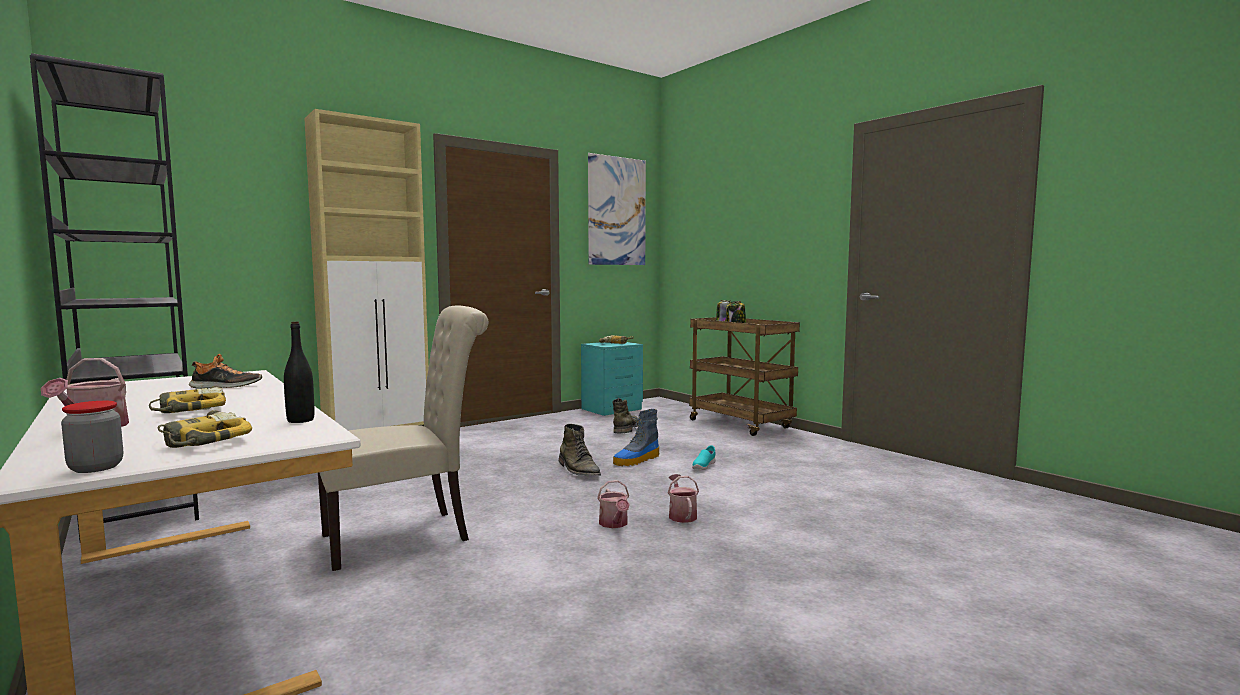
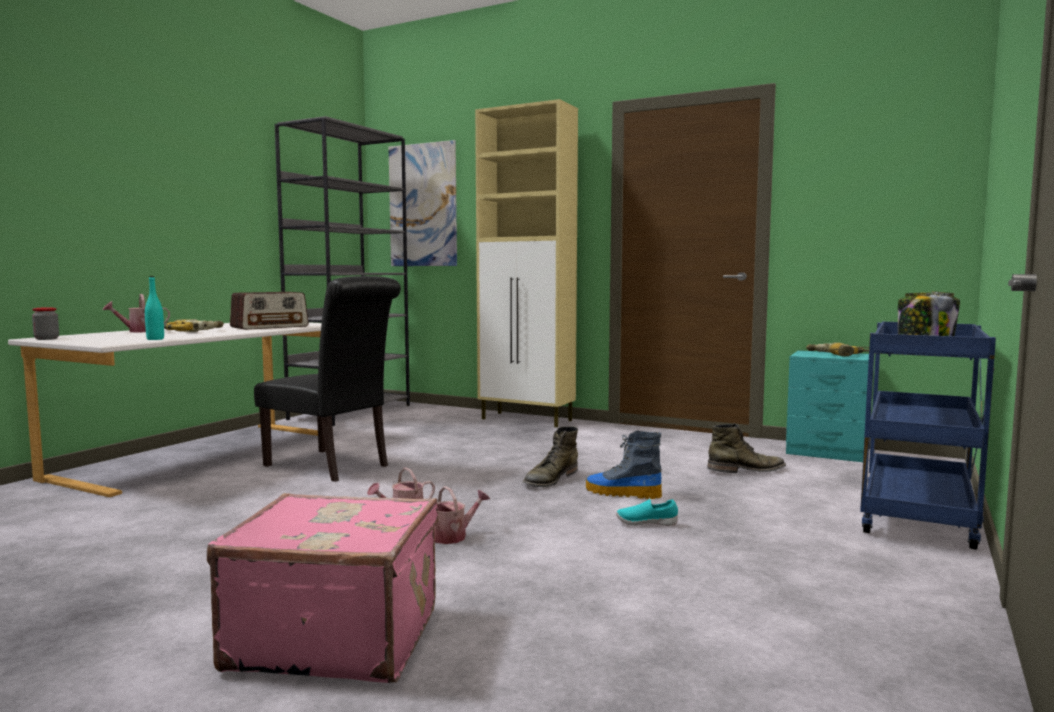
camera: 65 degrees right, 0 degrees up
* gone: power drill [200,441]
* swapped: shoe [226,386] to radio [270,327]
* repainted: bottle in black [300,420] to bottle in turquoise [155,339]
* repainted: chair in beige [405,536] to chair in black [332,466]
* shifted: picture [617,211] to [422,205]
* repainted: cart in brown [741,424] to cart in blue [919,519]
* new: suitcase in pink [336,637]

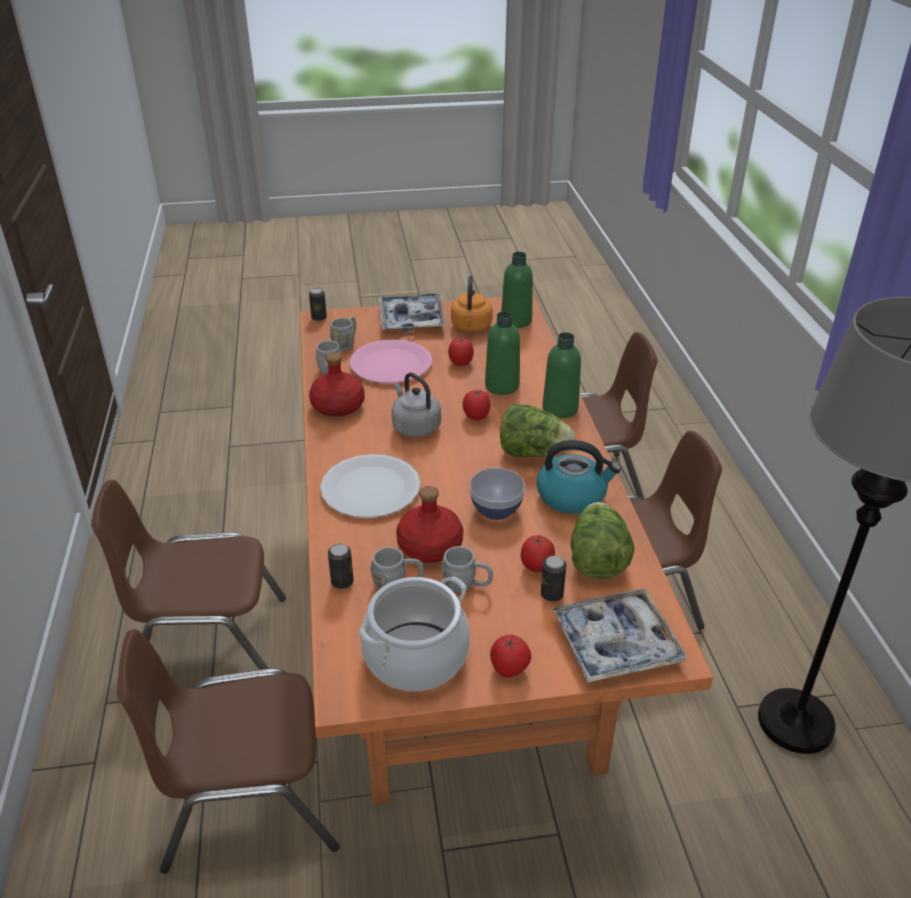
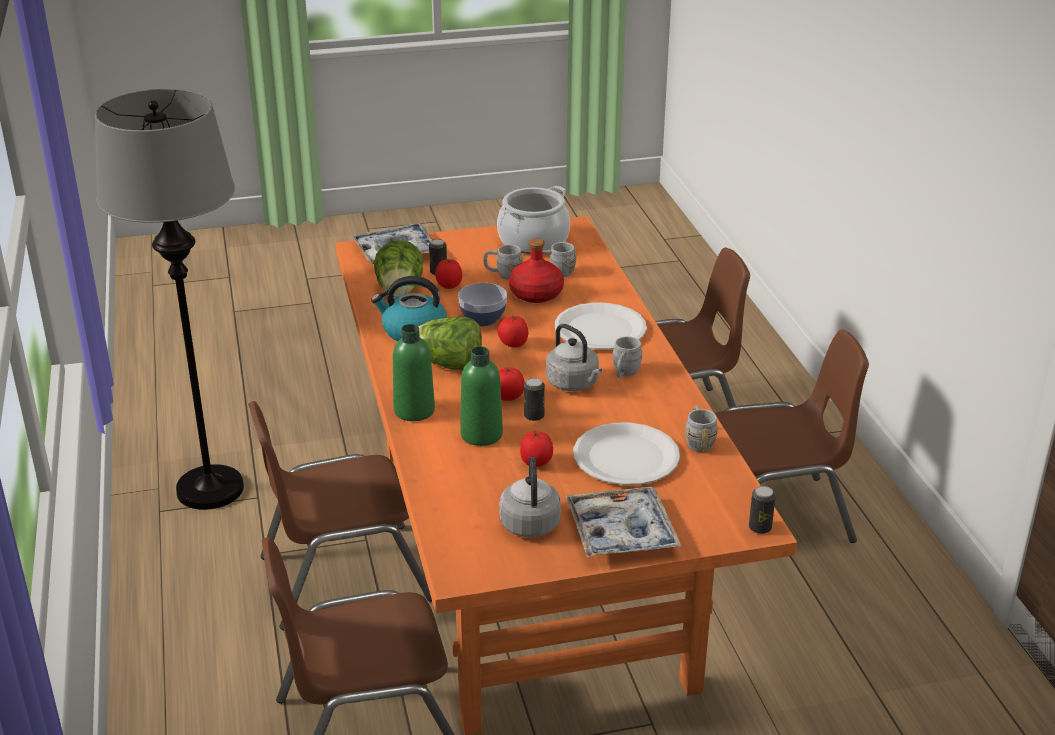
camera: 175 degrees right, 5 degrees down
* gone: bottle in red [338,406]
* shifted: can [342,582] to [534,416]
* shifted: mug in grey [346,343] to [624,373]
* repainted: plate in pink [391,364] to plate in white [625,457]
* repainted: kettle in orange [471,327] to kettle in grey [530,522]
* shifted: tomato [509,669] to [513,344]
* gone: bottle in green [516,321]

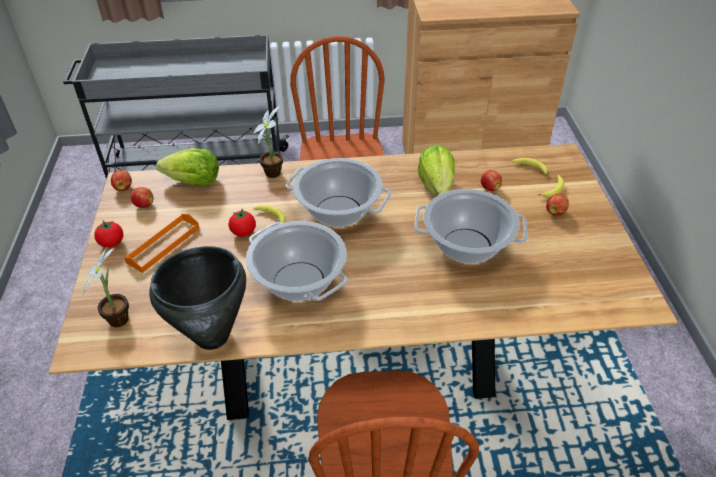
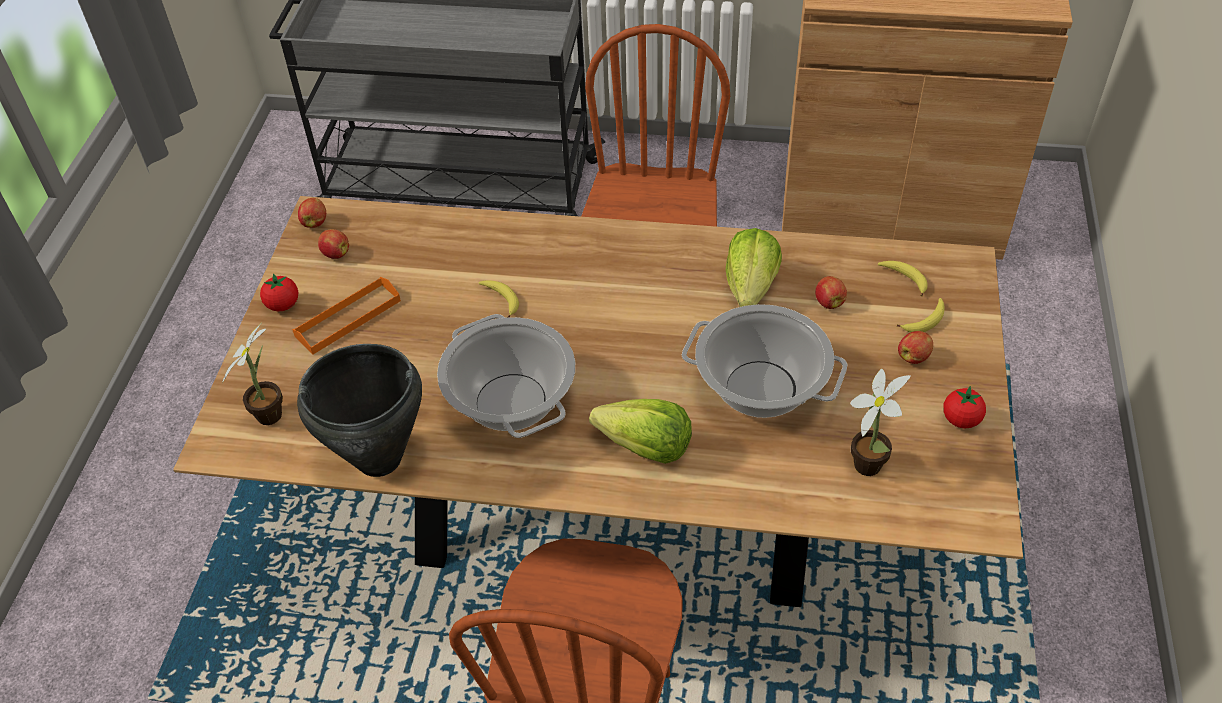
camera: 15 degrees right, 5 degrees up
* shifted: lettuce [193,182] to [645,447]
* shifted: tomato [243,232] to [961,420]
* shifted: potted plant [273,171] to [868,461]
* gone: cooking pot [339,211]

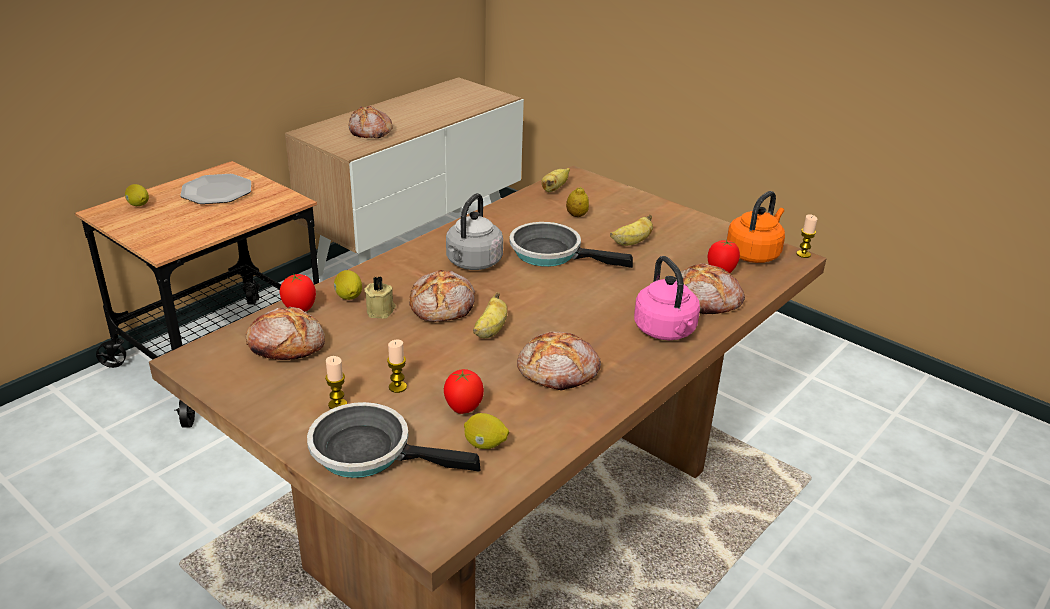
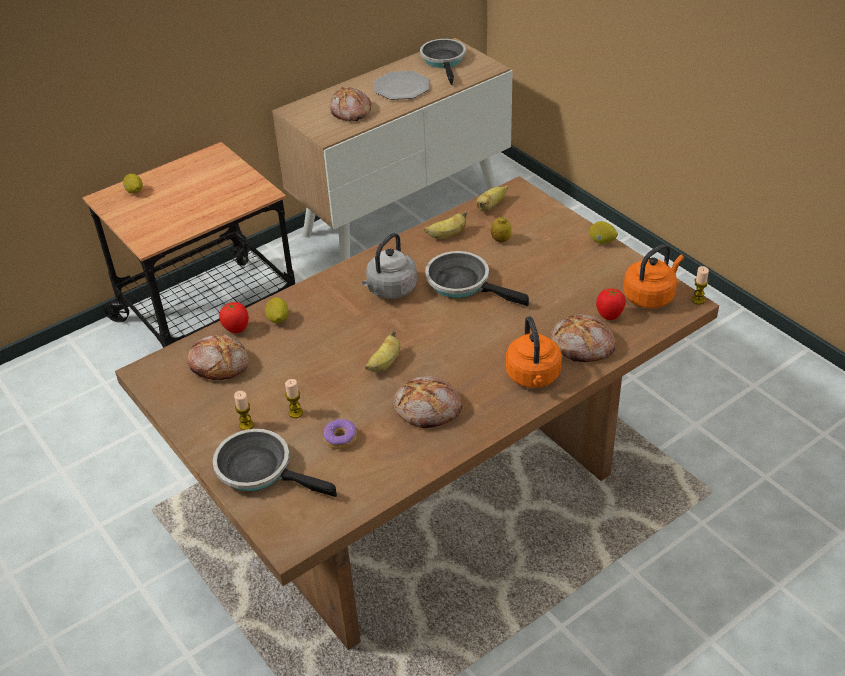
camera: 15 degrees right, 10 degrees up
* shifted: plate [216,191] to [401,87]
* gone: candle in beige [381,311]
* gone: bread [444,306]
* swapped: tomato [463,409] to donut [340,438]
* shifted: lemon [485,445] to [602,241]
* shifted: banana [631,242] to [447,235]
* repainted: kettle in pink [666,331] to kettle in orange [533,377]
* new: frying pan [444,61]

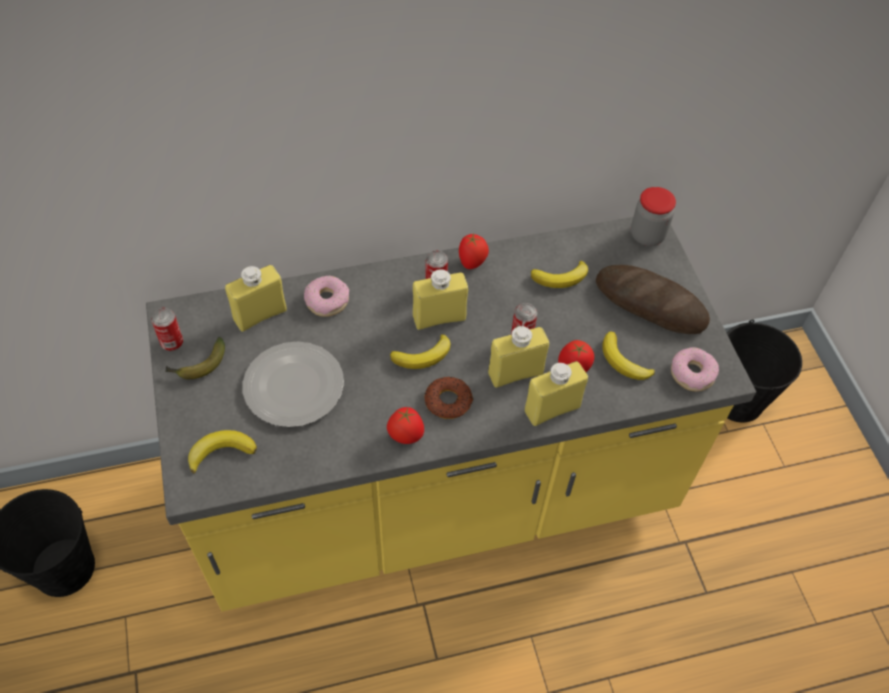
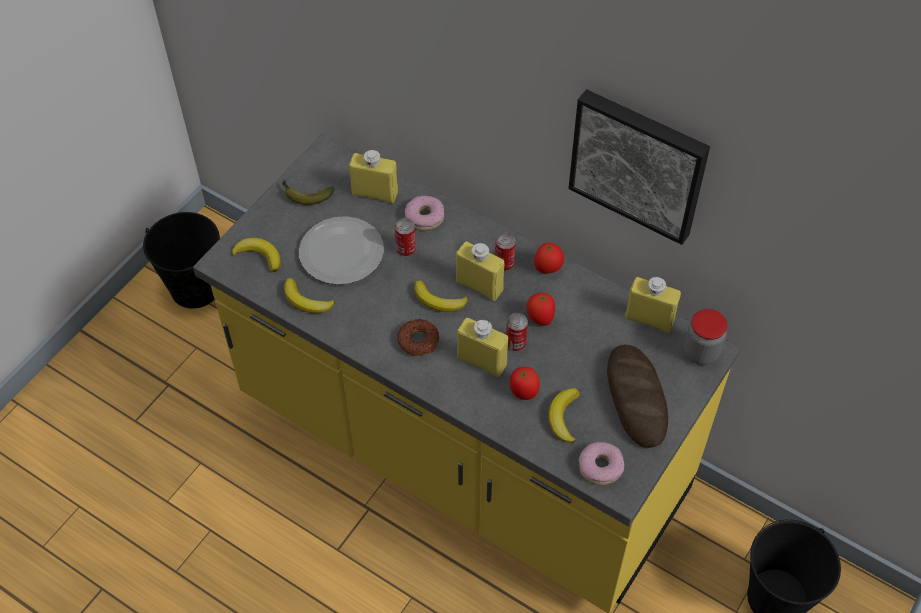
camera: 50 degrees right, 0 degrees up
* shifted: can [172,343] to [406,249]
* shifted: tomato [405,436] to [540,318]
* shifted: bottle in yellow [552,409] to [649,319]
* shifted: banana [561,278] to [306,300]
* new: picture [639,163]

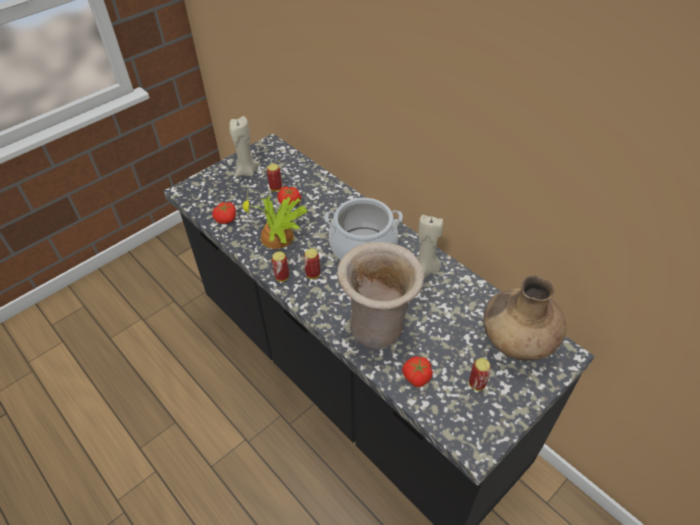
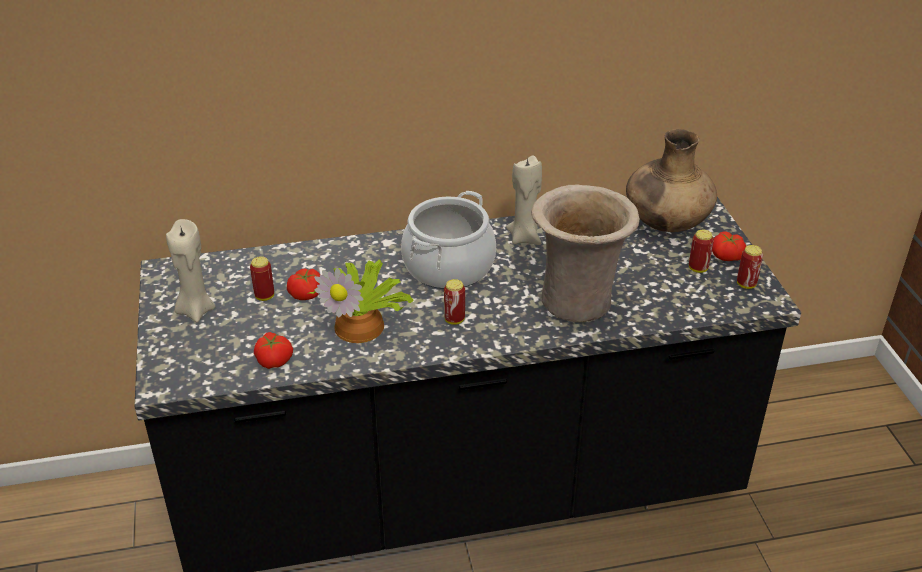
camera: 60 degrees left, 10 degrees down
* shifted: can [282,277] to [746,284]
* shifted: tomato [416,376] to [726,256]

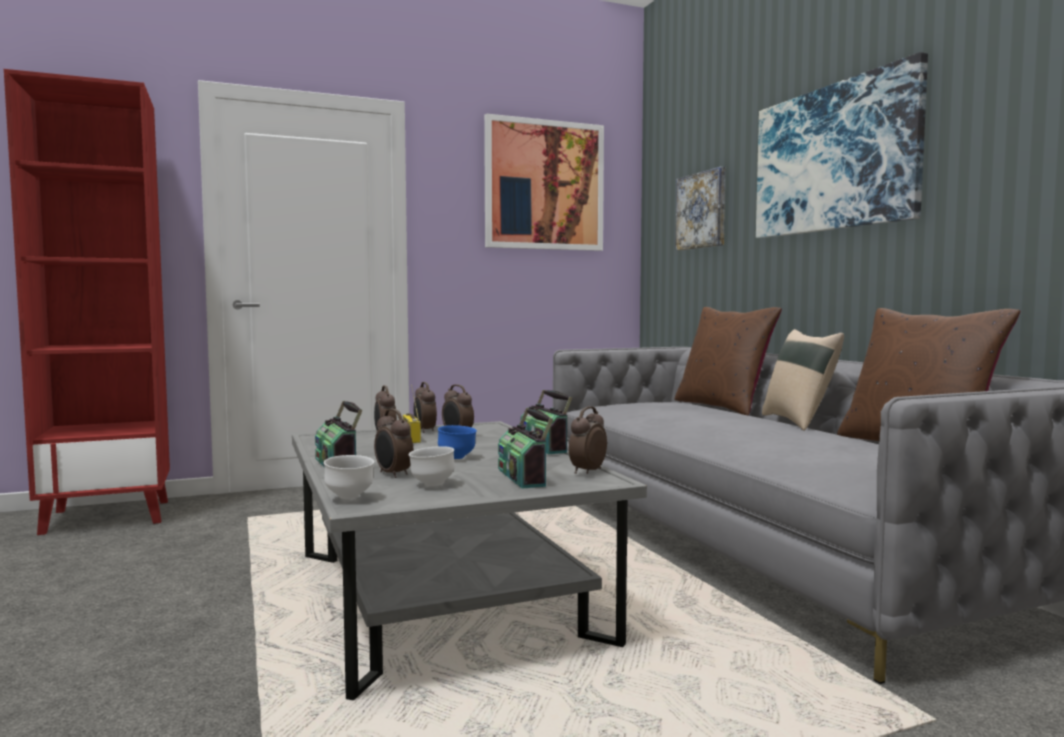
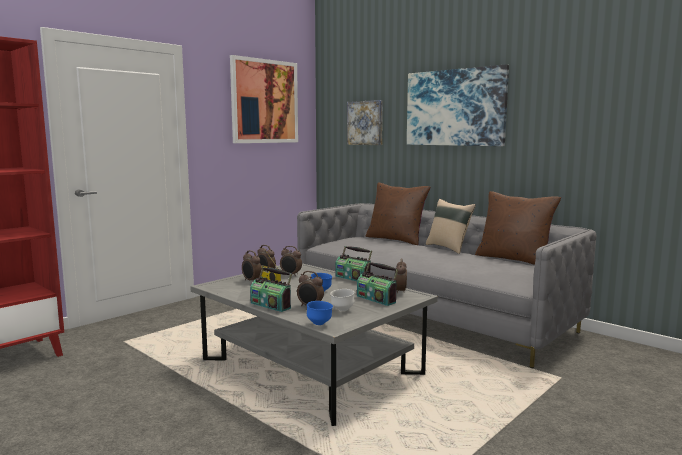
camera: 25 degrees left, 5 degrees up
* repainted: bowl in white [349,497] to bowl in blue [319,324]

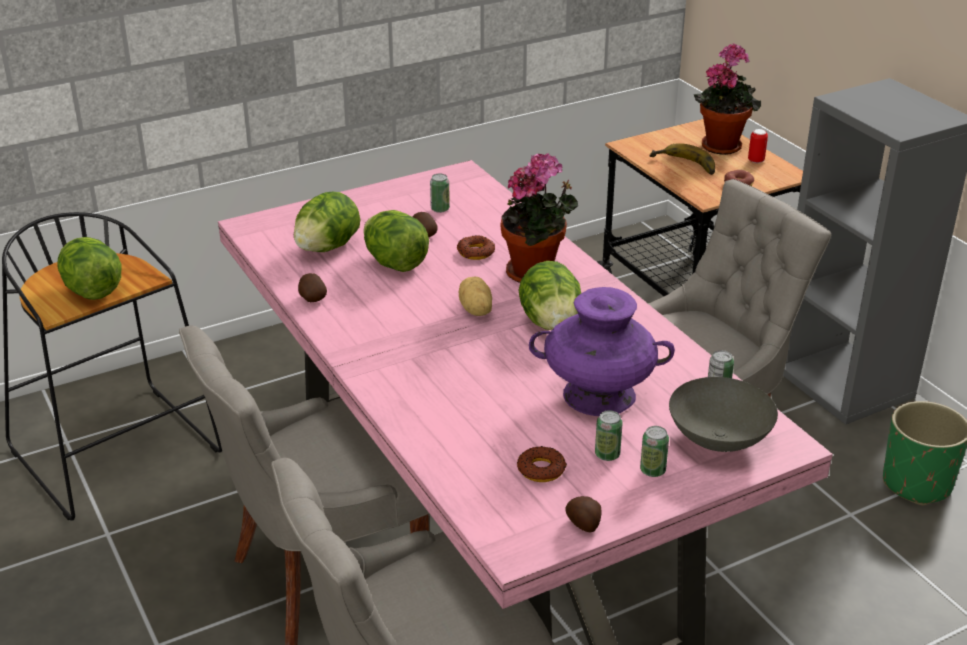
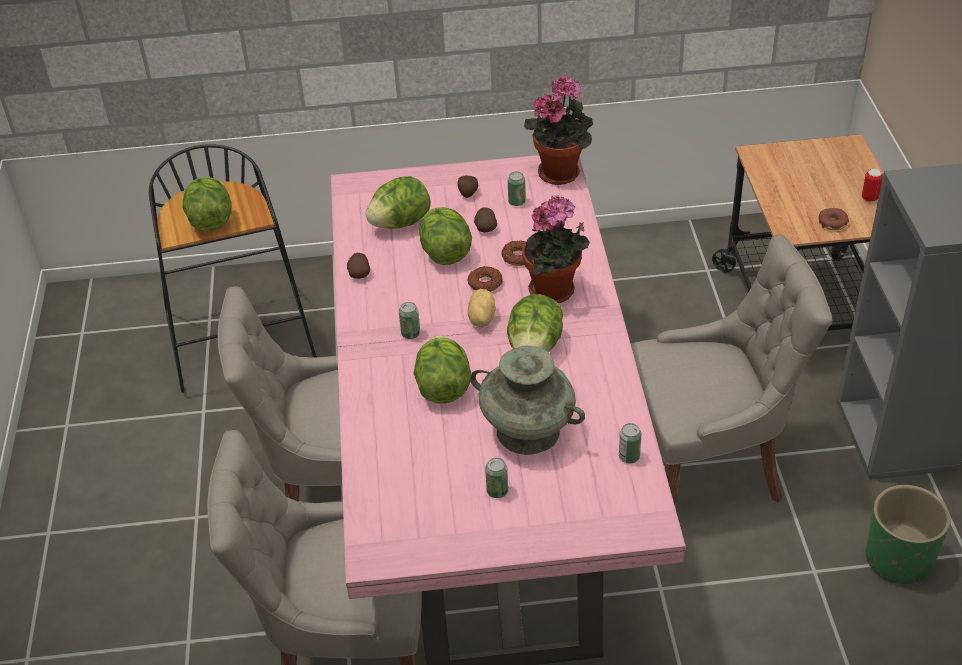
camera: 25 degrees right, 10 degrees up
* shifted: donut [541,469] to [485,283]
* repainted: vase in purple [598,395] to vase in turquoise [527,431]
* shifted: potato [584,524] to [467,193]
* shifted: can [652,470] to [410,334]
* gone: banana [684,166]
* gone: bowl in grey [719,441]
* shifted: potted plant [722,145] to [561,172]
* new: lettuce [443,387]

